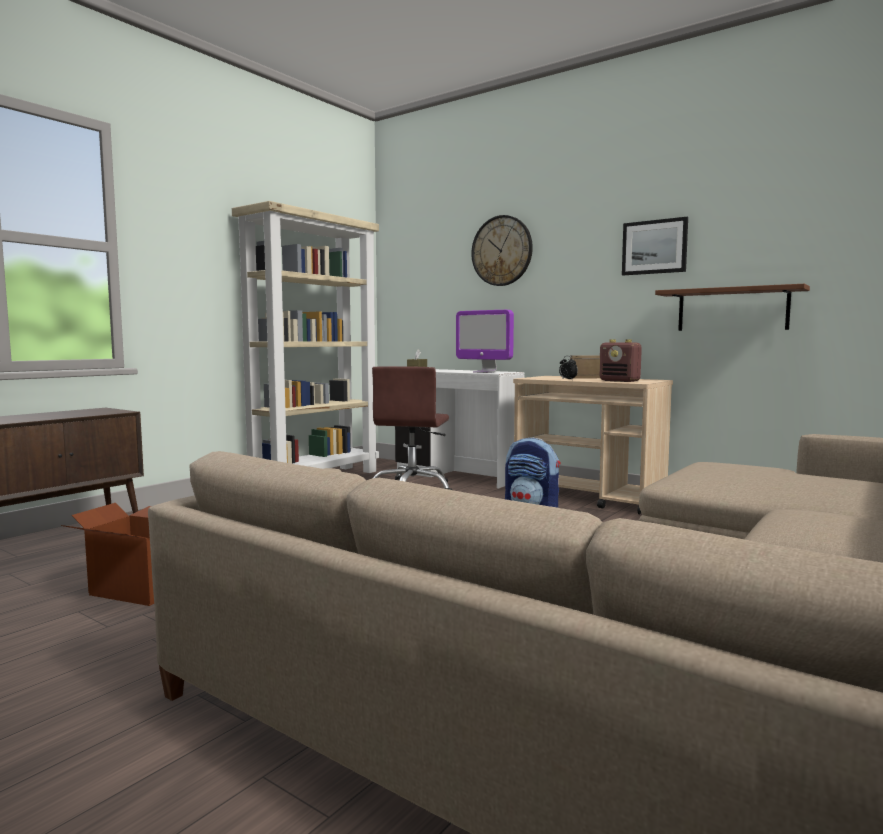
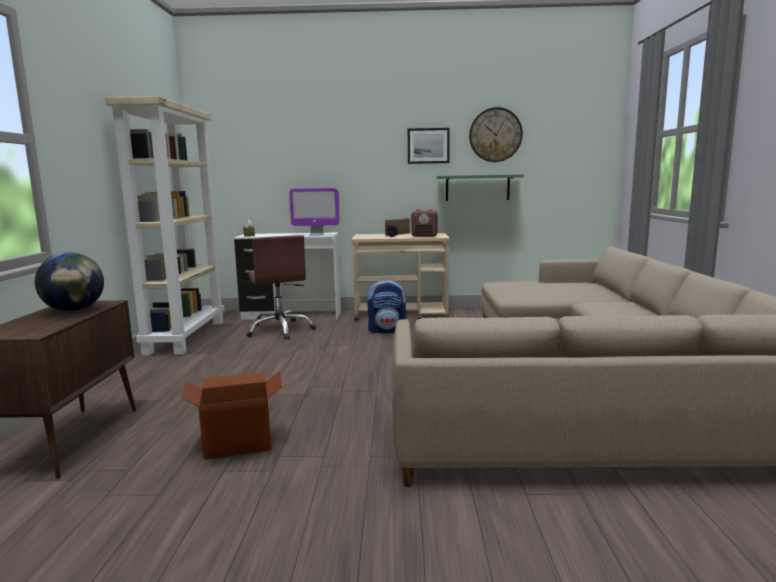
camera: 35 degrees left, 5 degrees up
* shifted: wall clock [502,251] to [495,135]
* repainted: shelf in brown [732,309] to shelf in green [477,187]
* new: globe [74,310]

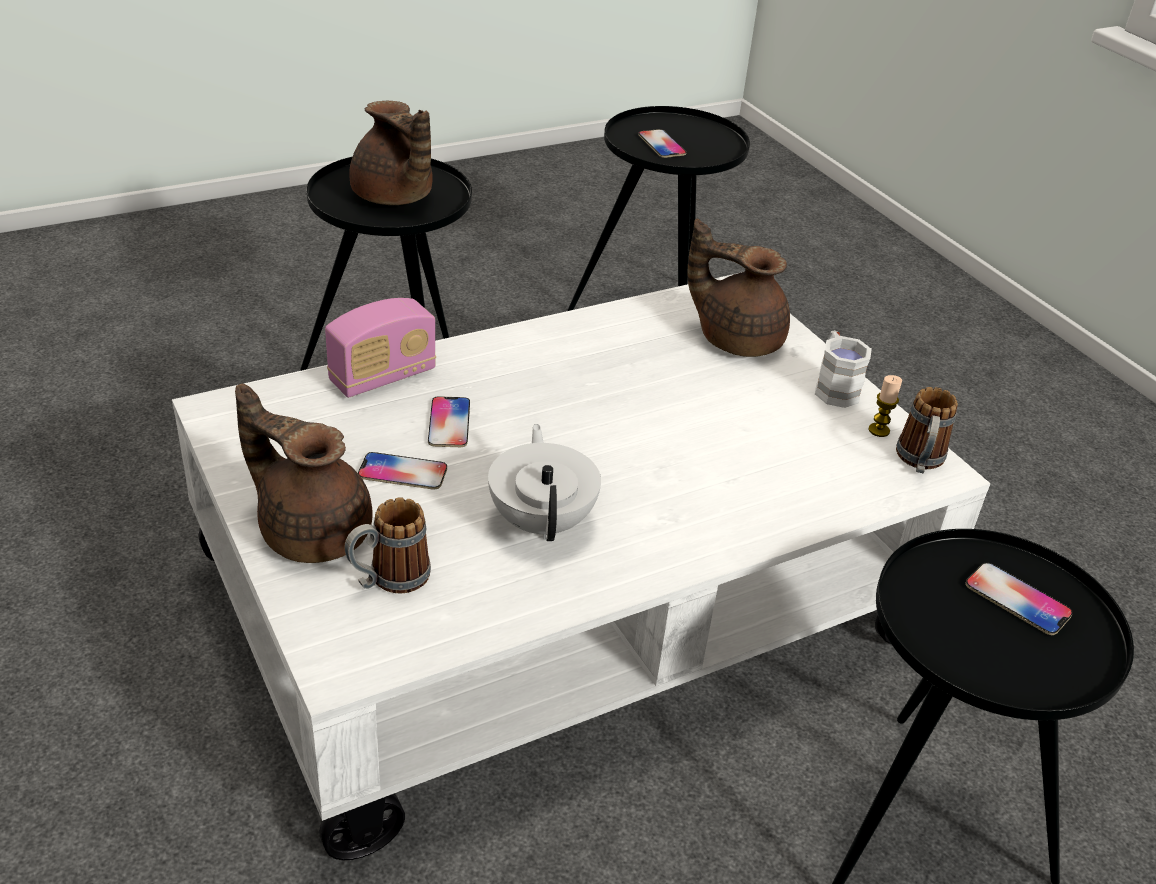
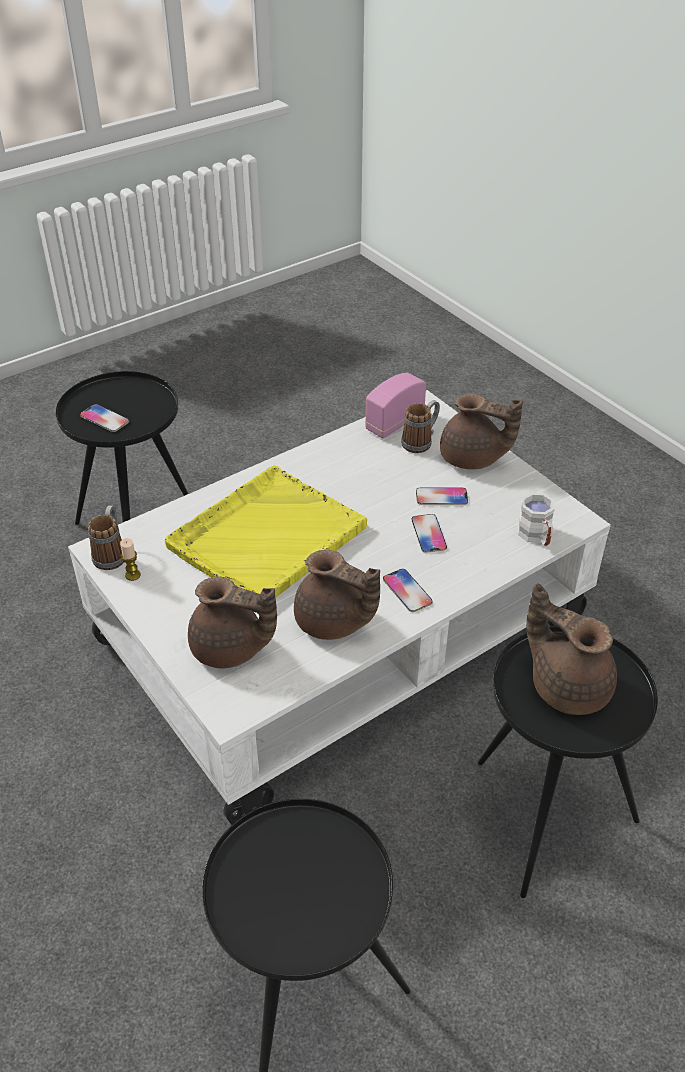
camera: 175 degrees right, 5 degrees up
* shifted: radio [383,377] to [394,422]
* gone: teapot in white [542,520]
* shifted: phone [661,145] to [407,591]
* shifted: mug in white [834,387] to [536,536]
* new: tray in yellow [265,538]
* new: teapot in brown [333,623]

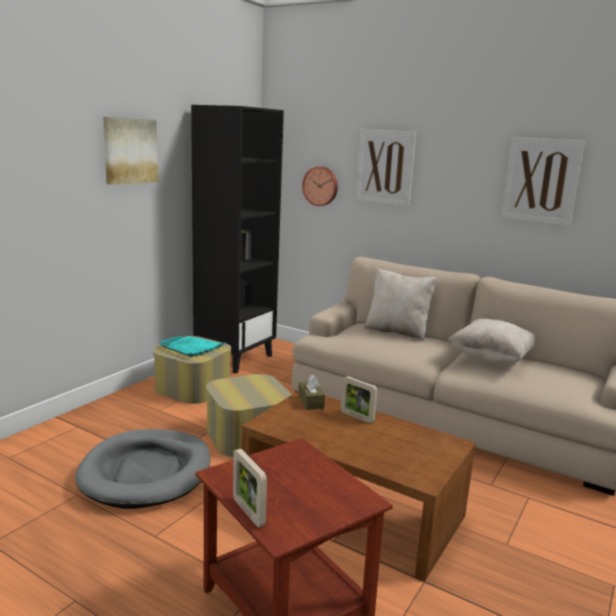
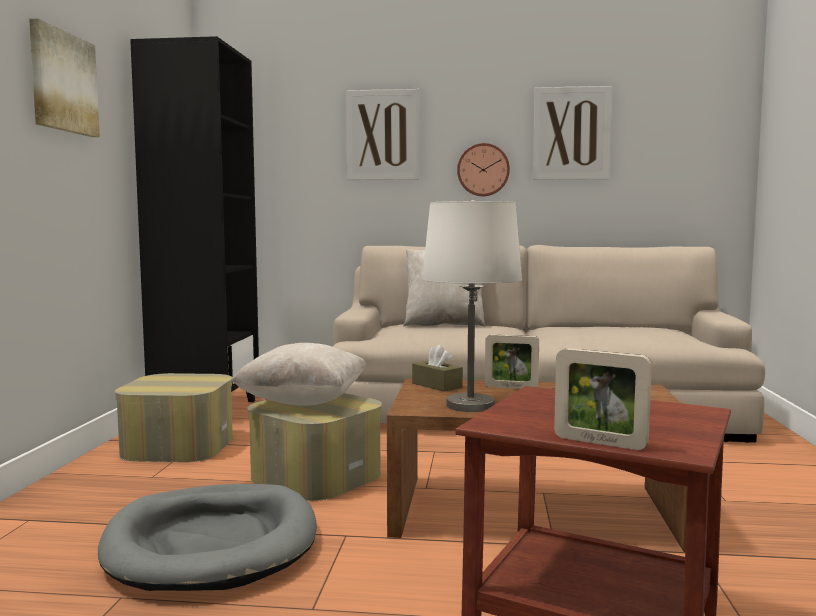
camera: 25 degrees left, 10 degrees down
* gone: tray in turquoise [191,347]
* shifted: wall clock [321,186] to [483,170]
* shifted: pillow in beige [491,358] to [303,402]
* new: table lamp in white [471,405]

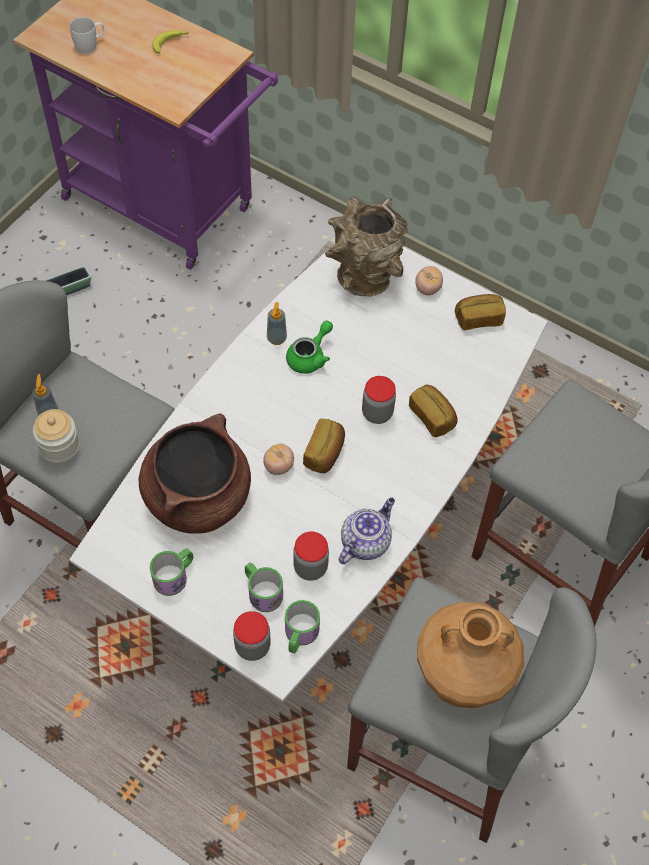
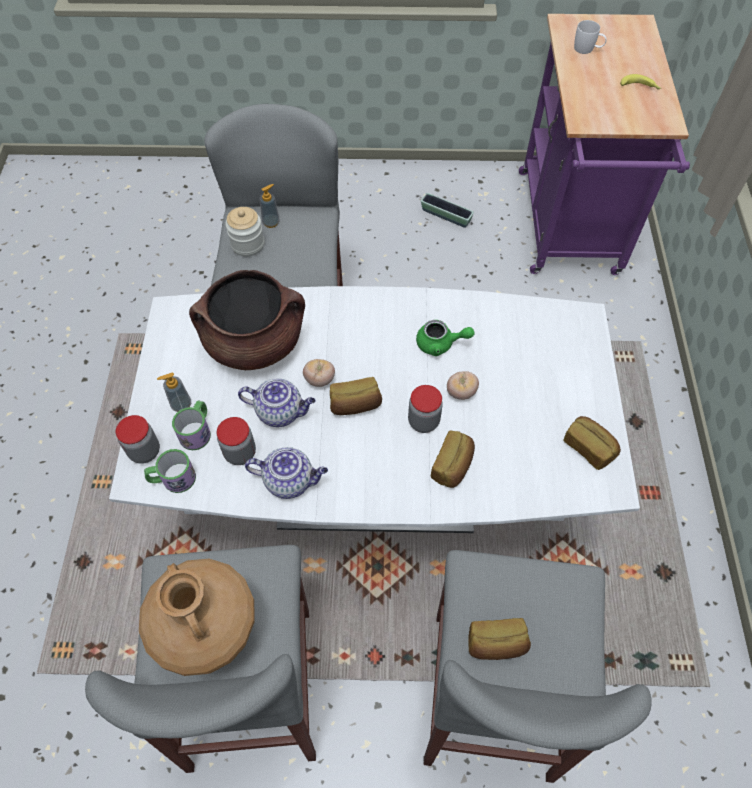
camera: 60 degrees right, 0 degrees up
* gone: mug [175,575]
* shifted: soap dispenser [276,338] to [181,405]
* gone: vase in brown [364,275]
* shifted: tomato [427,288] to [461,392]
* new: teapot [281,411]
* new: bread [496,644]

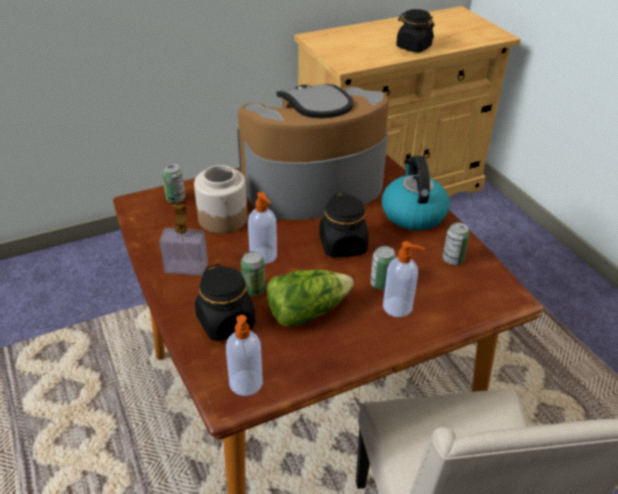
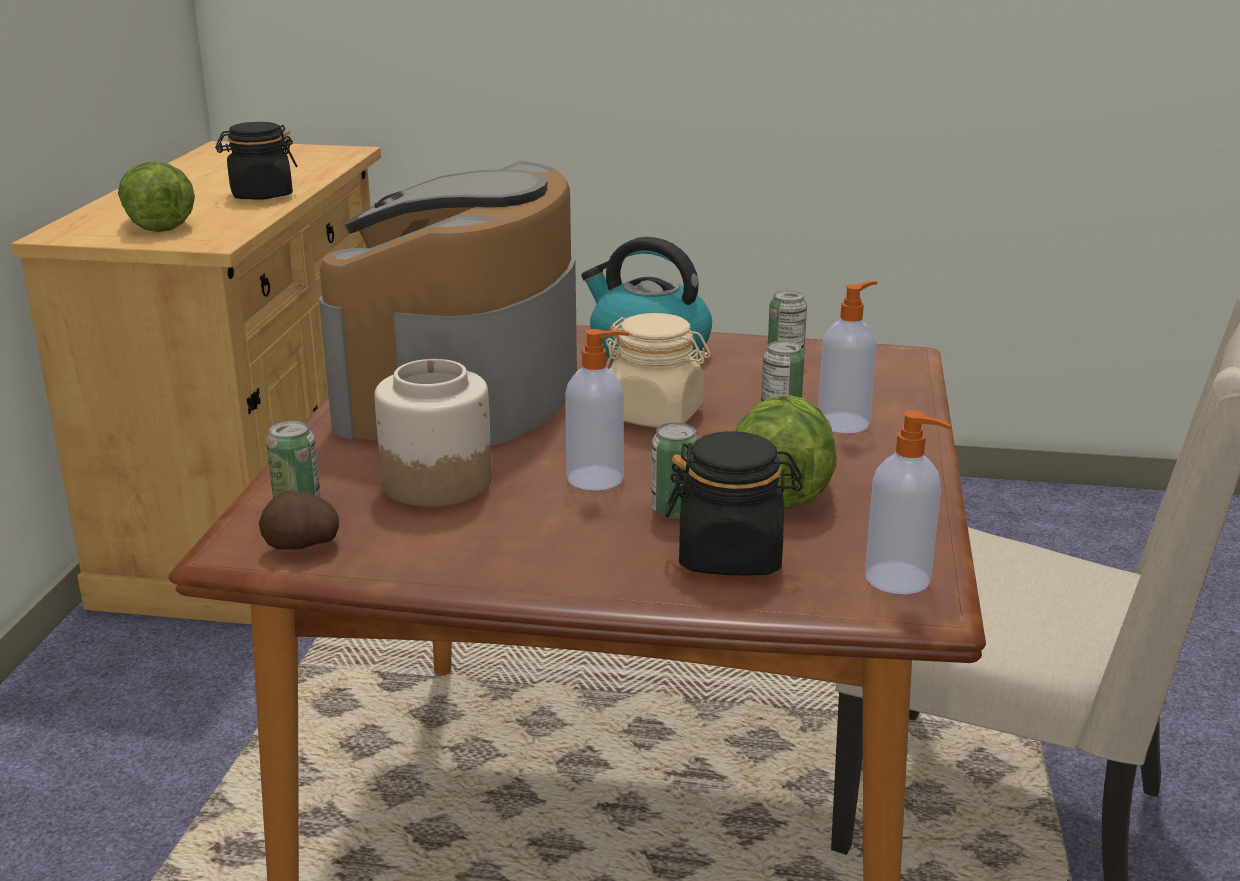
camera: 55 degrees left, 15 degrees down
* gone: soap dispenser [186,267]
* repainted: jar in black [343,245] to jar in beige [655,415]
* new: lettuce [157,223]
* new: potato [301,546]

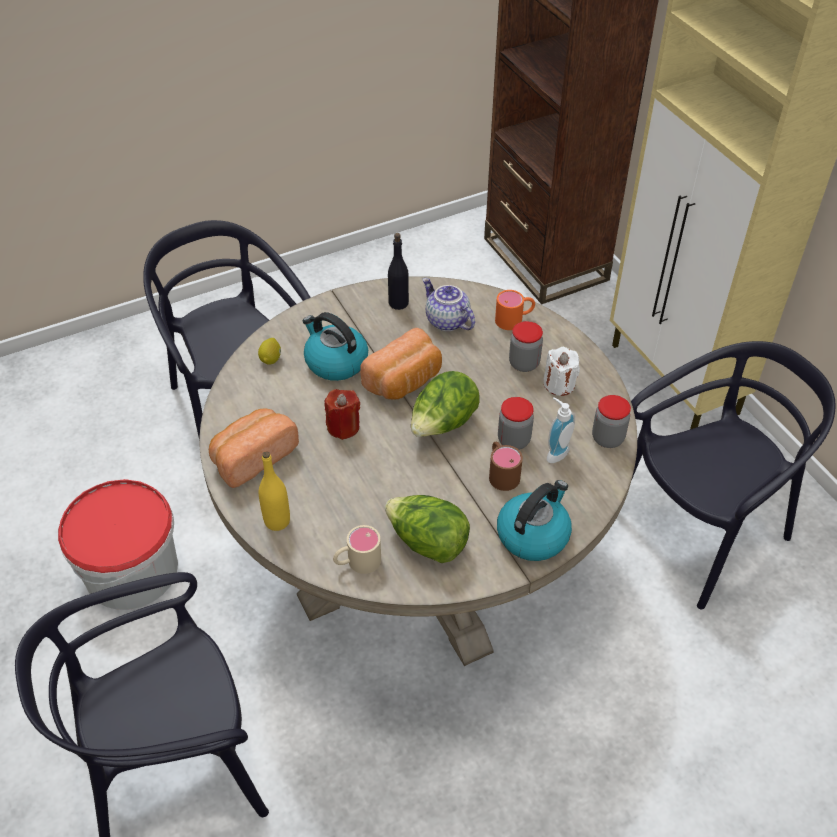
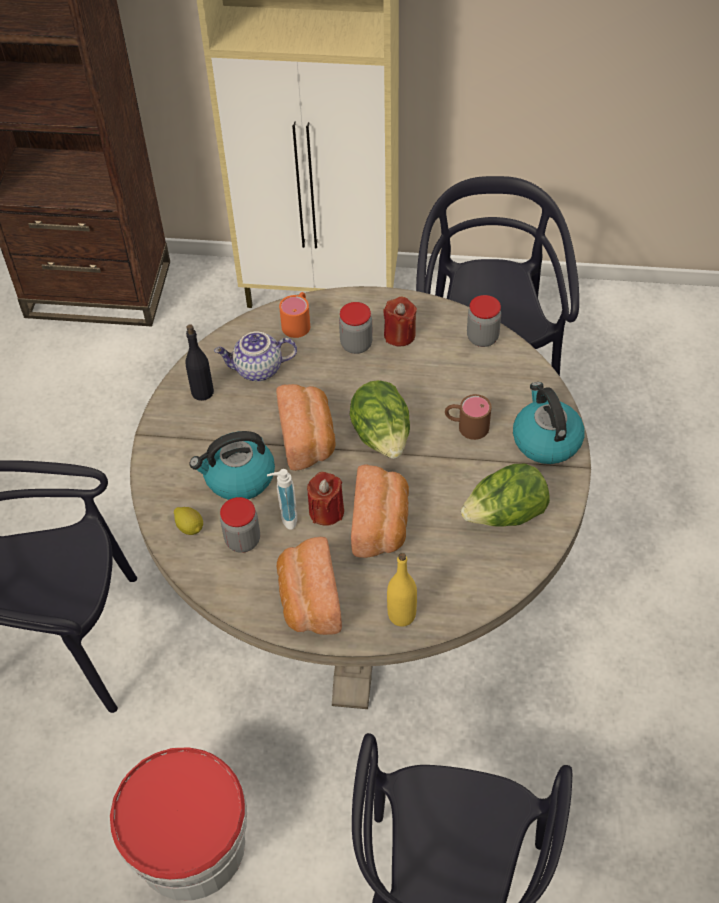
camera: 55 degrees left, 5 degrees up
* gone: mug in beige [357,562]
* shifted: jar [513,440] to [243,540]
* repainted: candle in white [559,384] to candle in red [399,335]
* shifted: soap dispenser [555,452] to [285,517]
* new: bread [381,524]

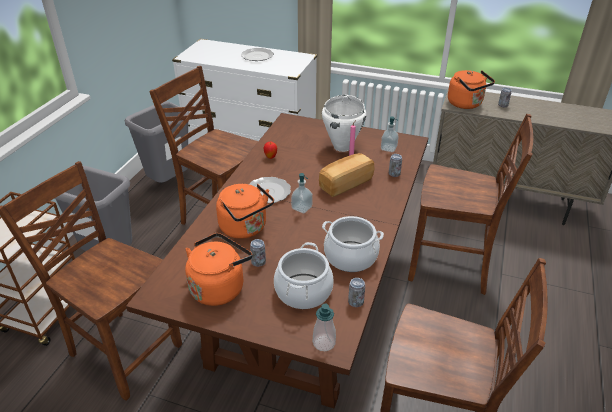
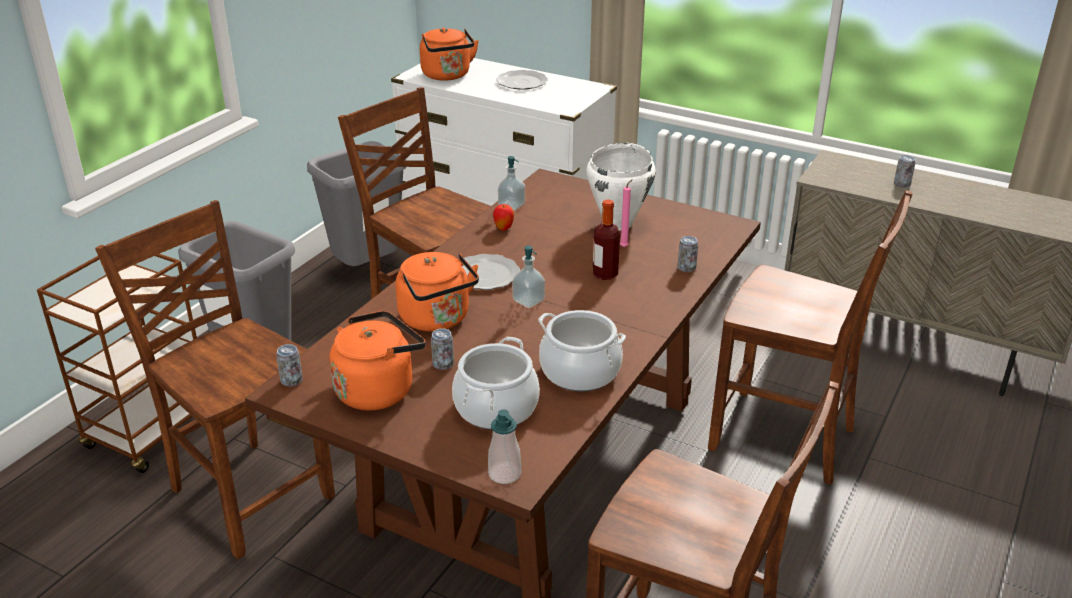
camera: 10 degrees right, 5 degrees down
* swapped: bread [345,183] to bottle [605,274]
* shifted: can [355,302] to [291,380]
* shifted: soap dispenser [388,148] to [511,205]
* shifted: kettle in orange [466,104] to [447,76]

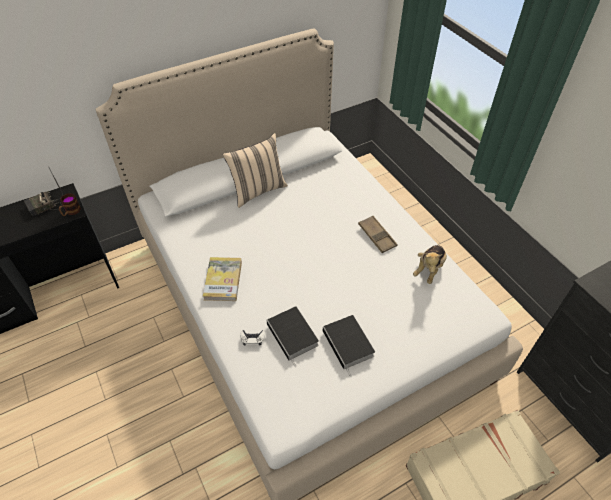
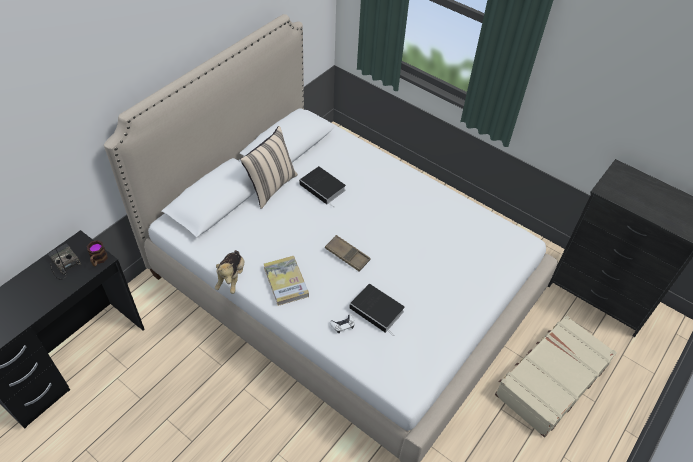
camera: 25 degrees left, 0 degrees up
* rotated: radio [43,207] = [64,264] 105 degrees clockwise
* shifted: book [349,345] to [323,188]
* shifted: tray in brown [377,236] to [347,255]
* shifted: plush toy [429,269] to [231,278]

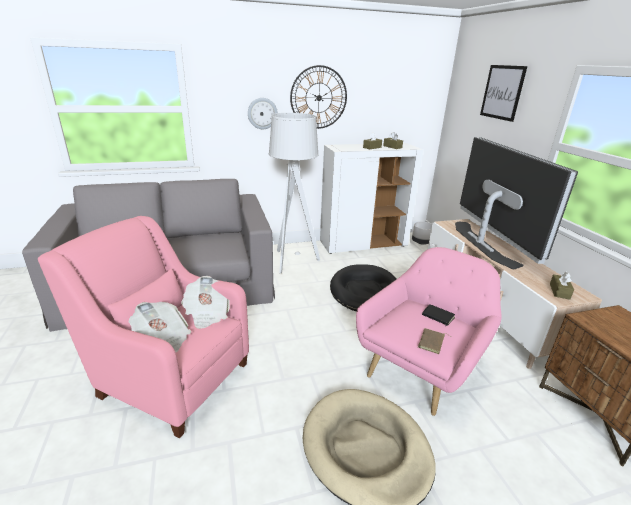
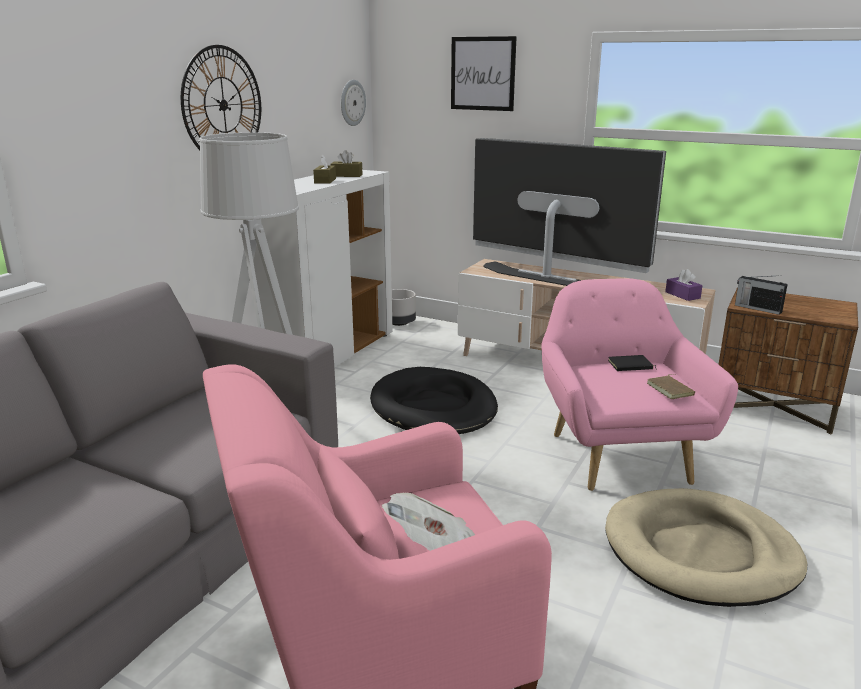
camera: 45 degrees left, 5 degrees down
* gone: newspaper [207,313]
* shifted: wall clock [262,113] to [352,103]
* repainted: tissue box in brown [559,291] to tissue box in purple [682,295]
* new: radio [757,308]

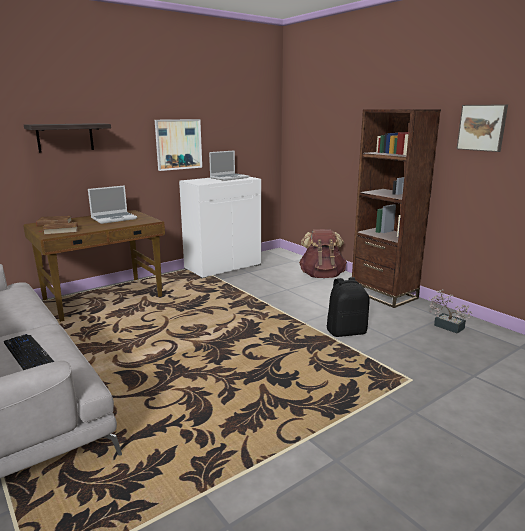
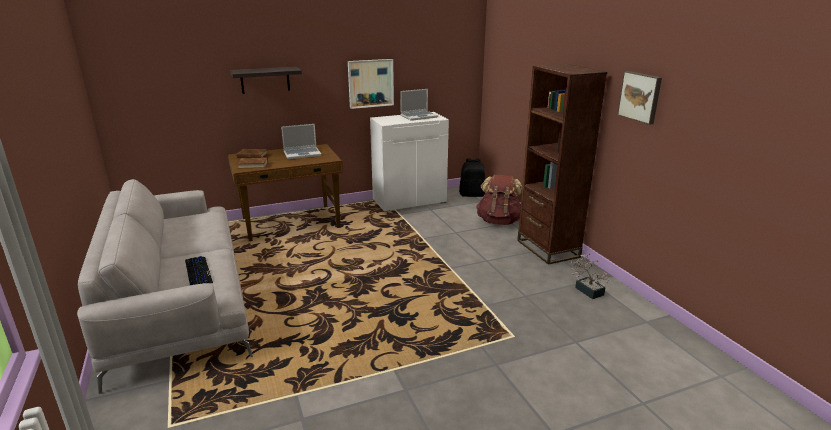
camera: 15 degrees right, 5 degrees up
* shifted: backpack in black [346,332] to [472,194]

